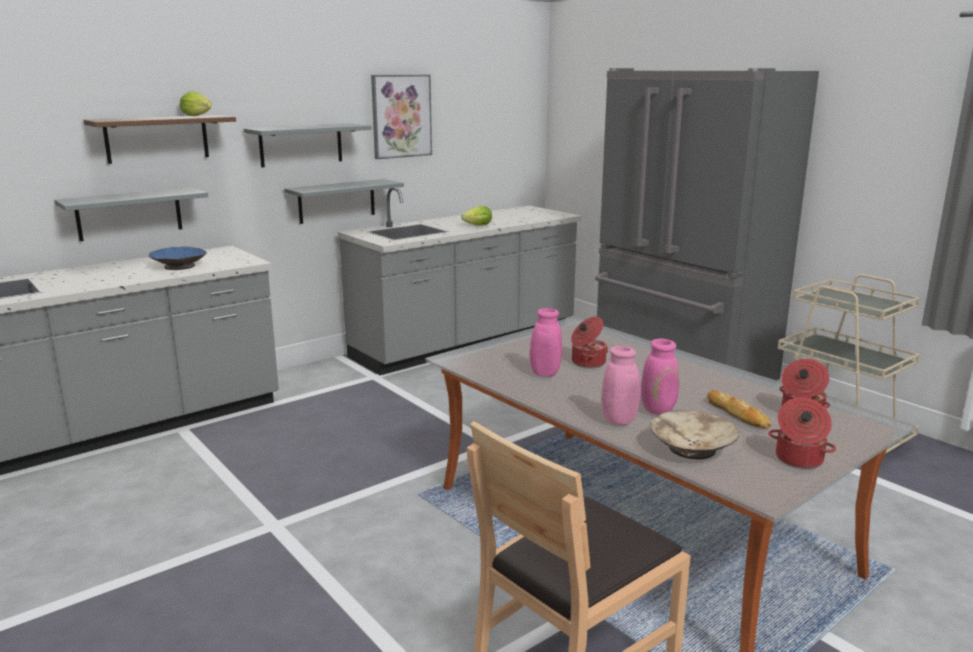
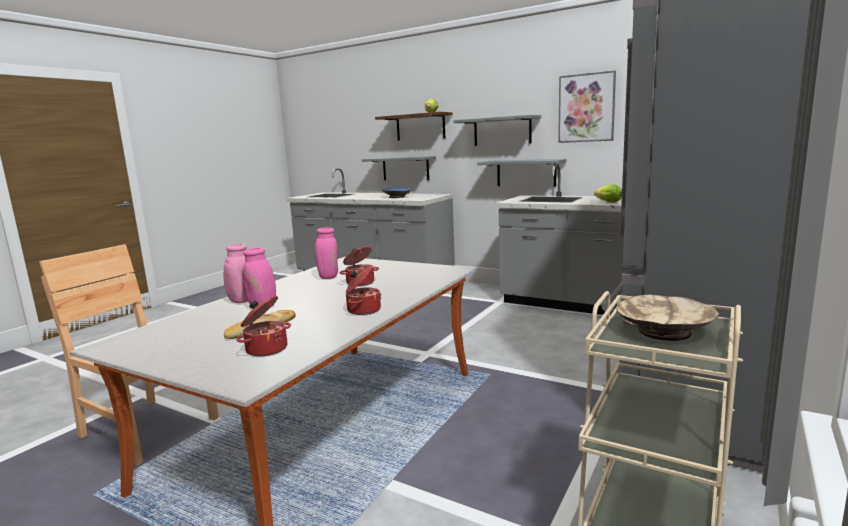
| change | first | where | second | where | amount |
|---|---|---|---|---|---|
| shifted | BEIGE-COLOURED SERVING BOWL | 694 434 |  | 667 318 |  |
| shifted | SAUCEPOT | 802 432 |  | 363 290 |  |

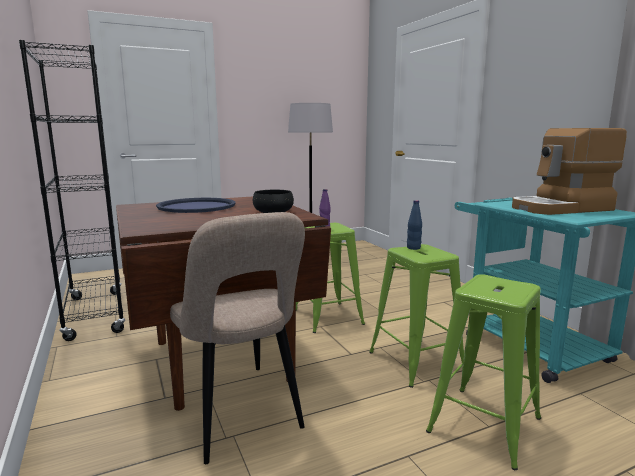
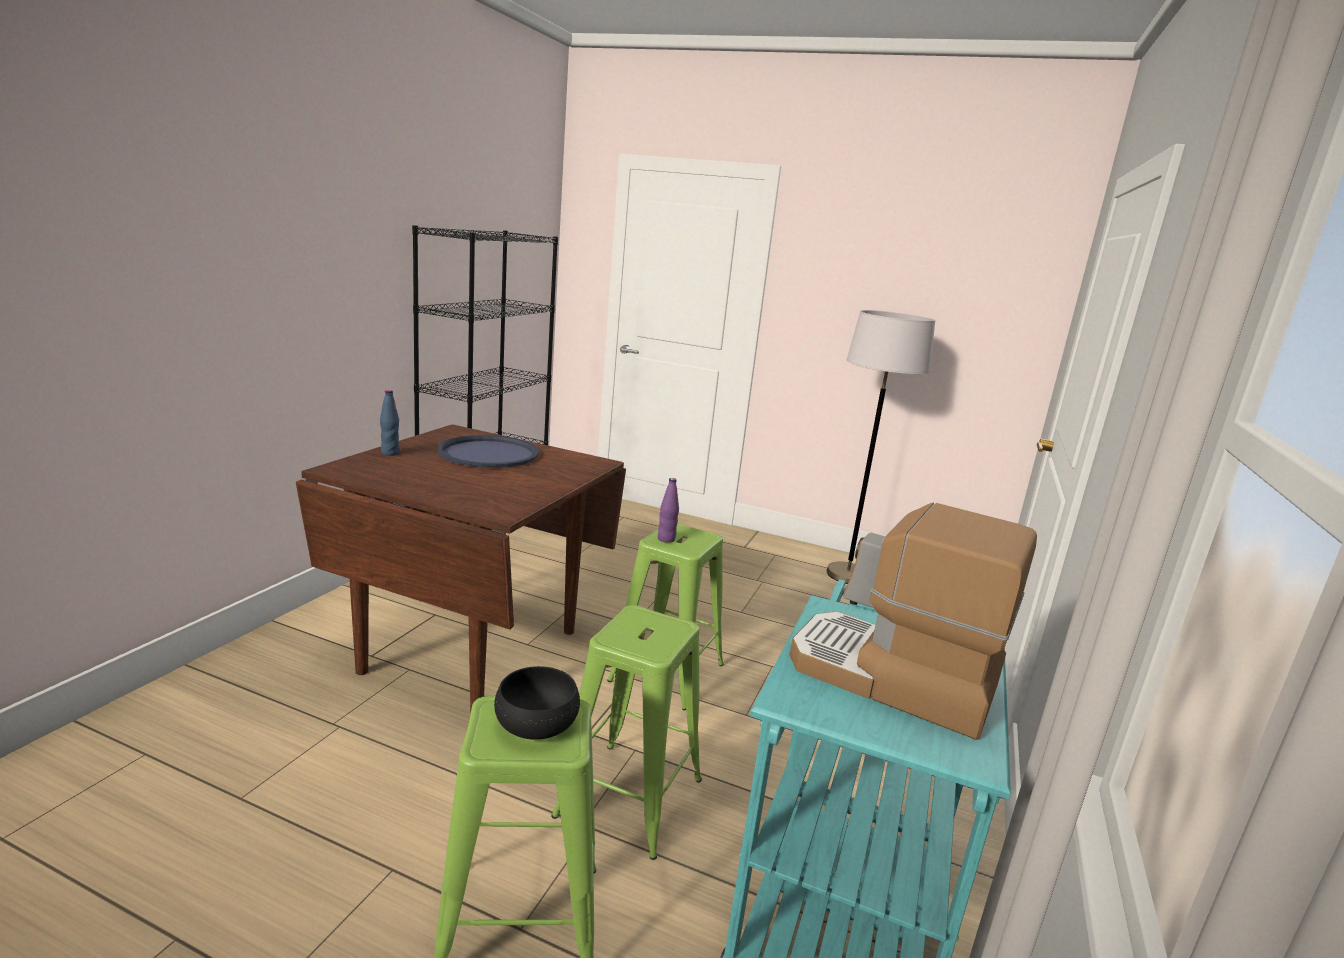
| change | first | where | second | where | amount |
|---|---|---|---|---|---|
| gone | BEIGE-COLOURED PLAIN CHAIR | 237 338 |  |  |  |
| shifted | BLACK SERVING BOWL | 273 201 |  | 537 703 |  |
| shifted | BLUE-COLOURED BOTTLE | 414 225 |  | 390 423 |  |

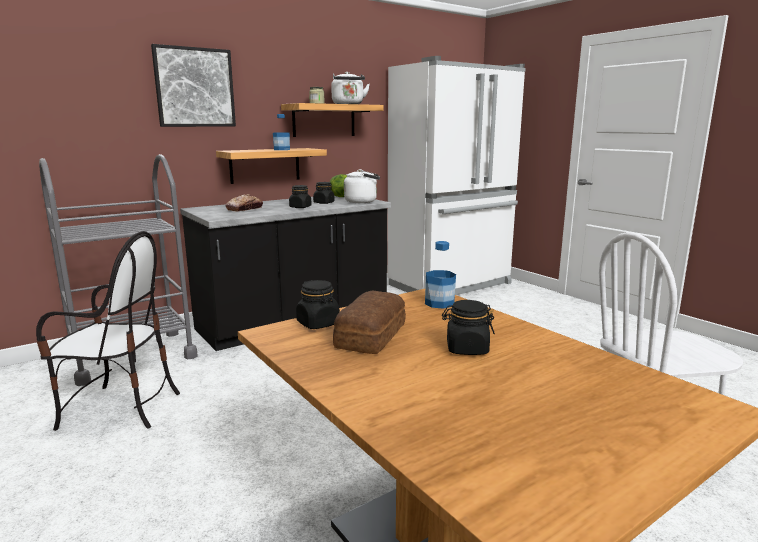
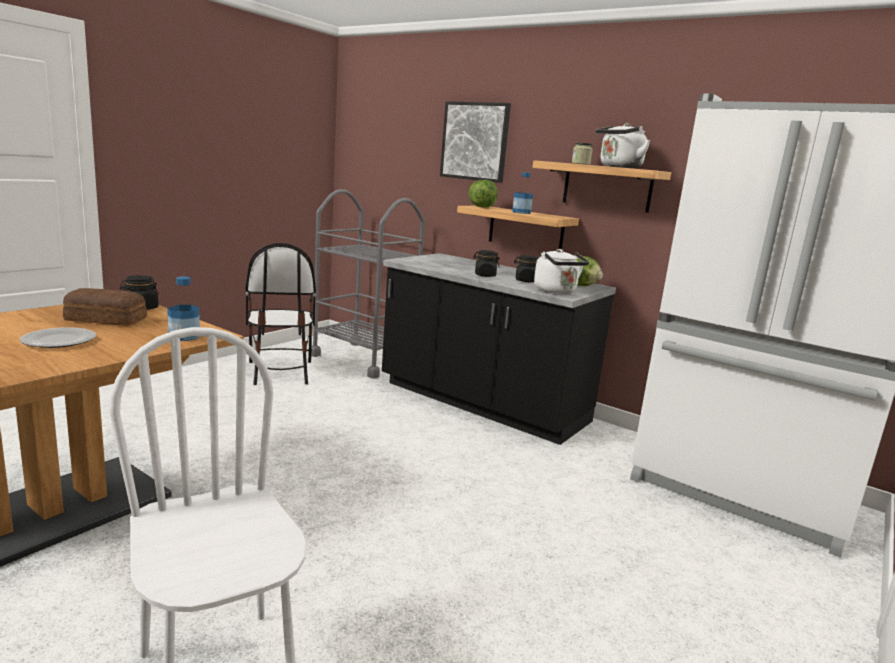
| change | first | where | second | where | amount |
|---|---|---|---|---|---|
| gone | BREAD | 244 203 |  |  |  |
| new |  |  | LETTUCE | 482 194 |  |
| swapped | BLACK PRESERVE JAR | 468 327 | DINNER PLATE | 58 337 |  |

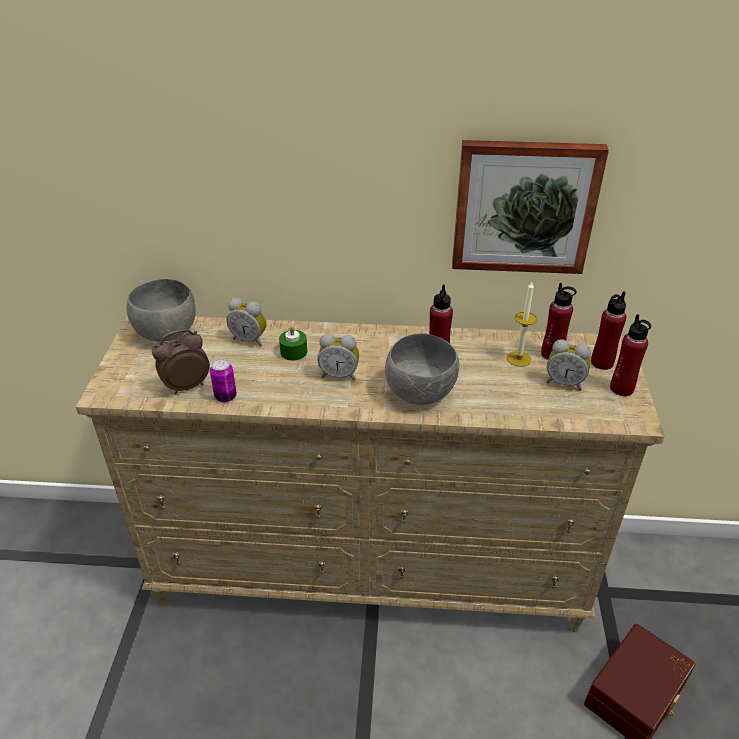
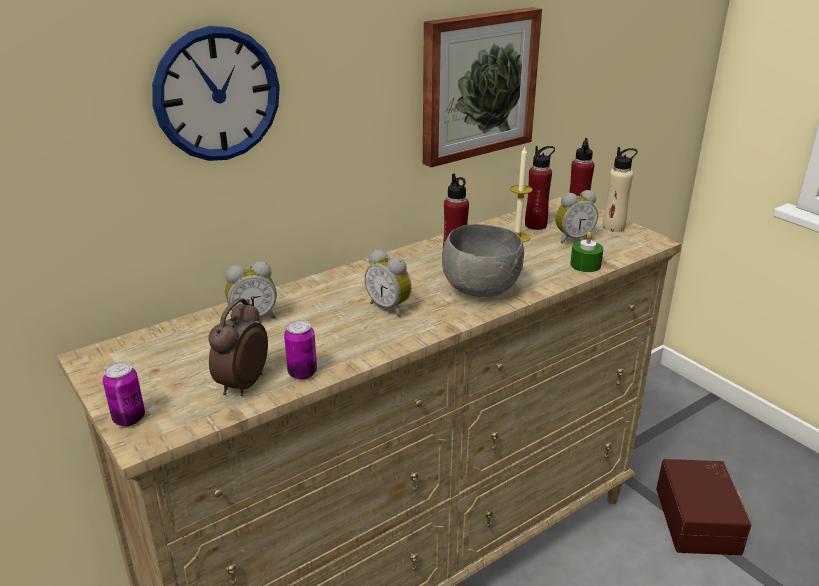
| change | first | where | second | where | amount |
|---|---|---|---|---|---|
| gone | GREYISH SERVING BOWL | 161 310 |  |  |  |
| new |  |  | CAN | 124 394 |  |
| new |  |  | HANGING CLOCK | 216 93 |  |
| shifted | GREEN WAX LIGHT | 293 343 |  | 587 252 |  |
| repainted | RED-COLOURED BOTTLE | 630 355 | BEIGE-COLOURED BOTTLE | 620 189 |  |
| rotated | TABLE CLOCK | 338 357 |  | 388 283 | 75 degrees clockwise |

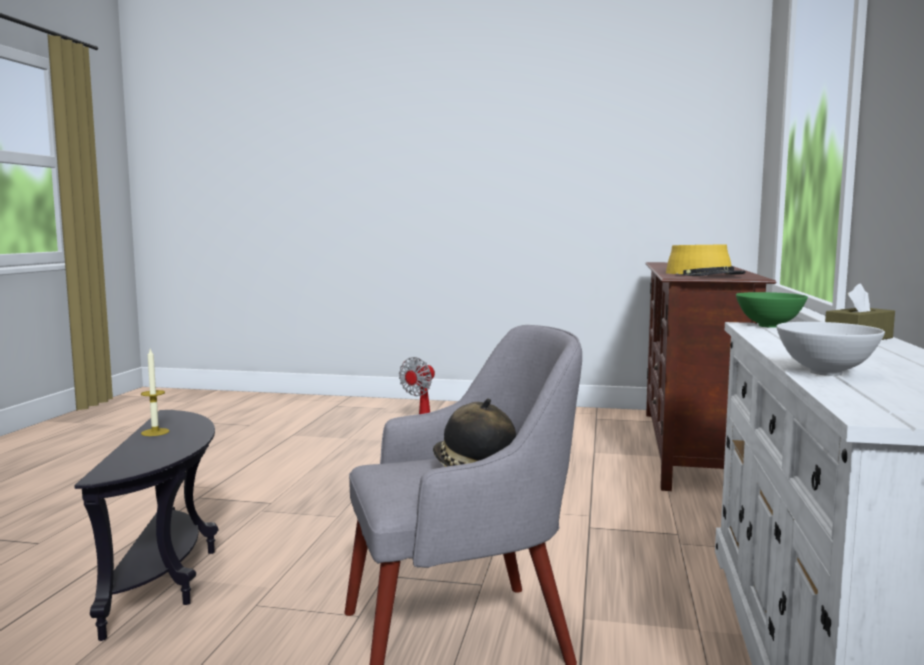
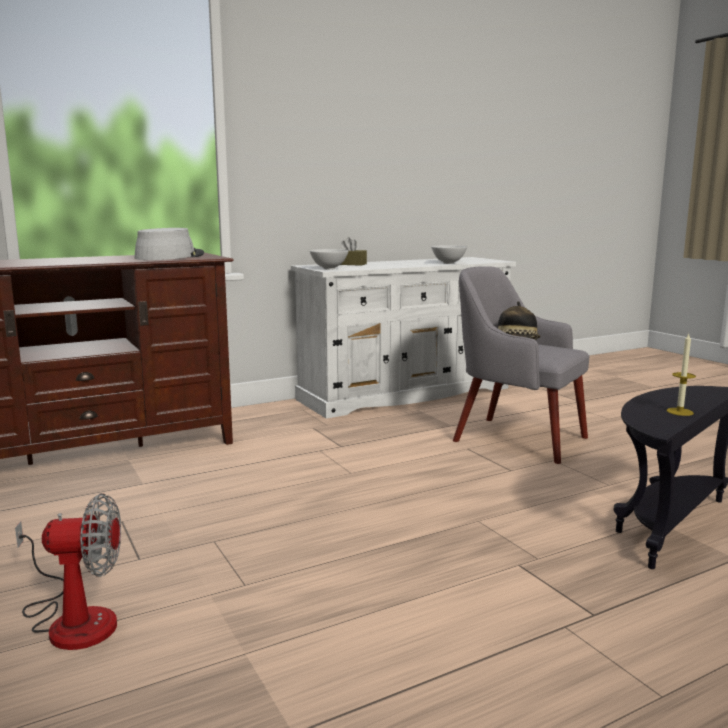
| change | first | where | second | where | amount |
|---|---|---|---|---|---|
| repainted | YELLOWISH HAT | 706 260 | GREYISH HAT | 169 244 |  |
| repainted | GREEN SERVING BOWL | 772 310 | WHITE-COLOURED SERVING BOWL | 329 259 |  |

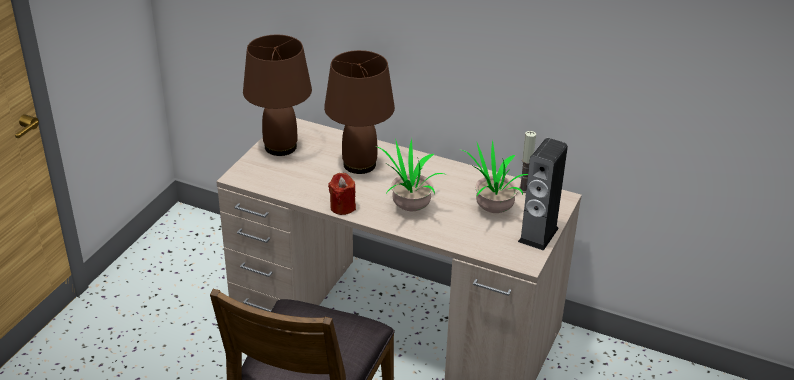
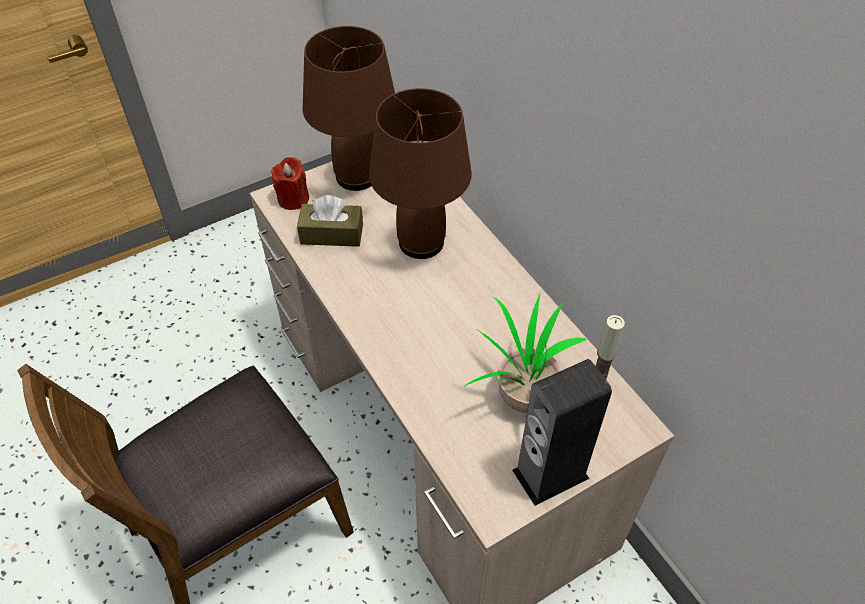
| change | first | where | second | where | amount |
|---|---|---|---|---|---|
| gone | HOUSEPLANT | 408 174 |  |  |  |
| new |  |  | BROWN BOX OF TISSUES | 330 221 |  |
| shifted | RED-COLOURED WAX LIGHT | 342 194 |  | 290 183 |  |

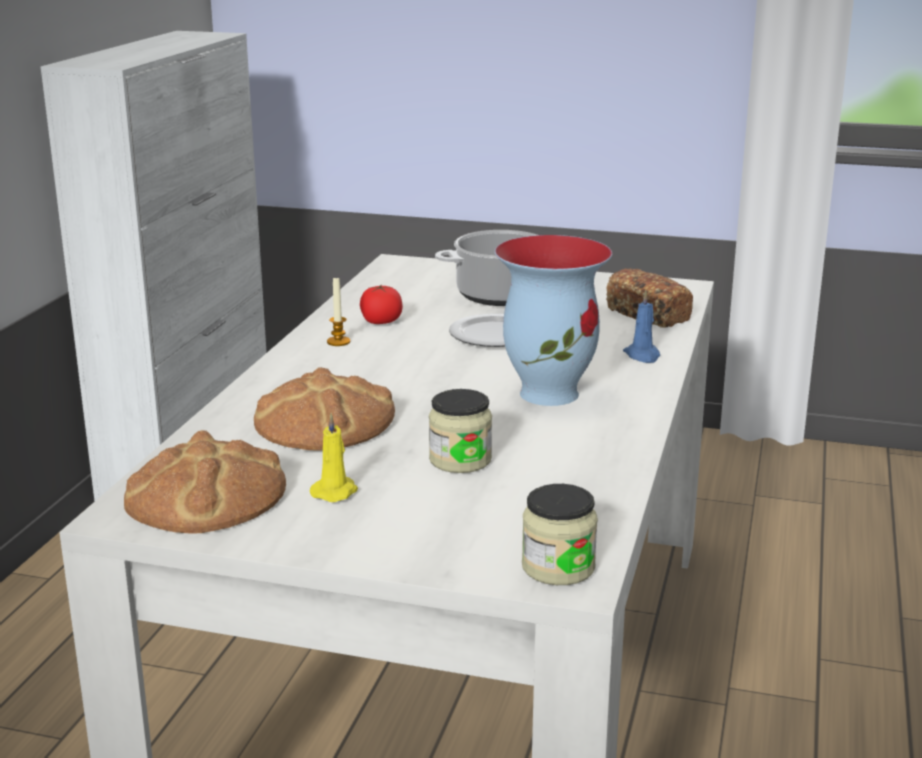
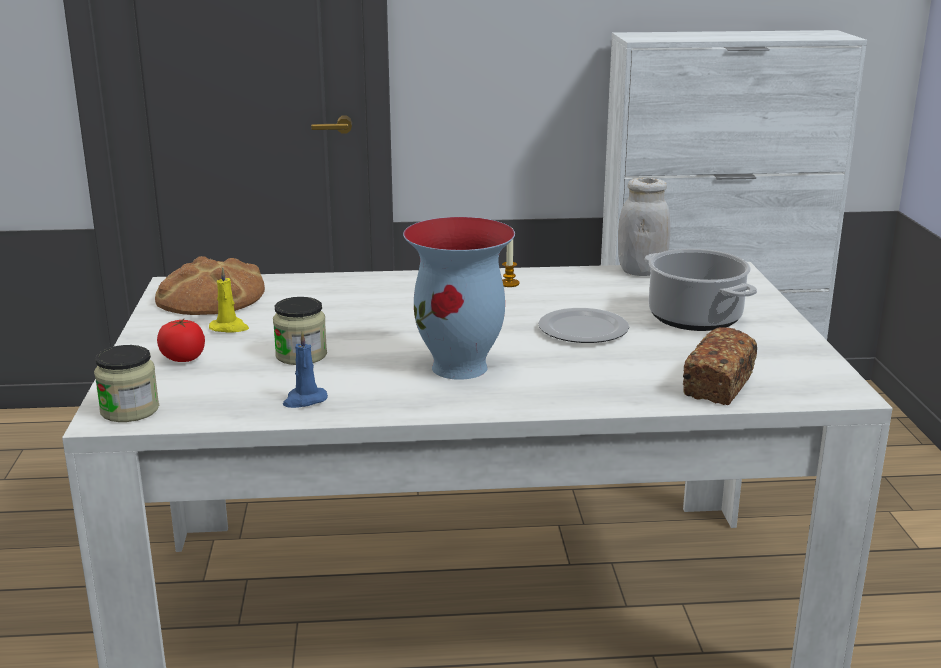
| change | first | where | second | where | amount |
|---|---|---|---|---|---|
| gone | BREAD | 324 409 |  |  |  |
| new |  |  | WHITE-COLOURED PRESERVE JAR | 644 227 |  |
| shifted | WHOLE TOMATO | 381 304 |  | 181 340 |  |
| shifted | BLUE-COLOURED WAX LIGHT | 641 327 |  | 305 369 |  |

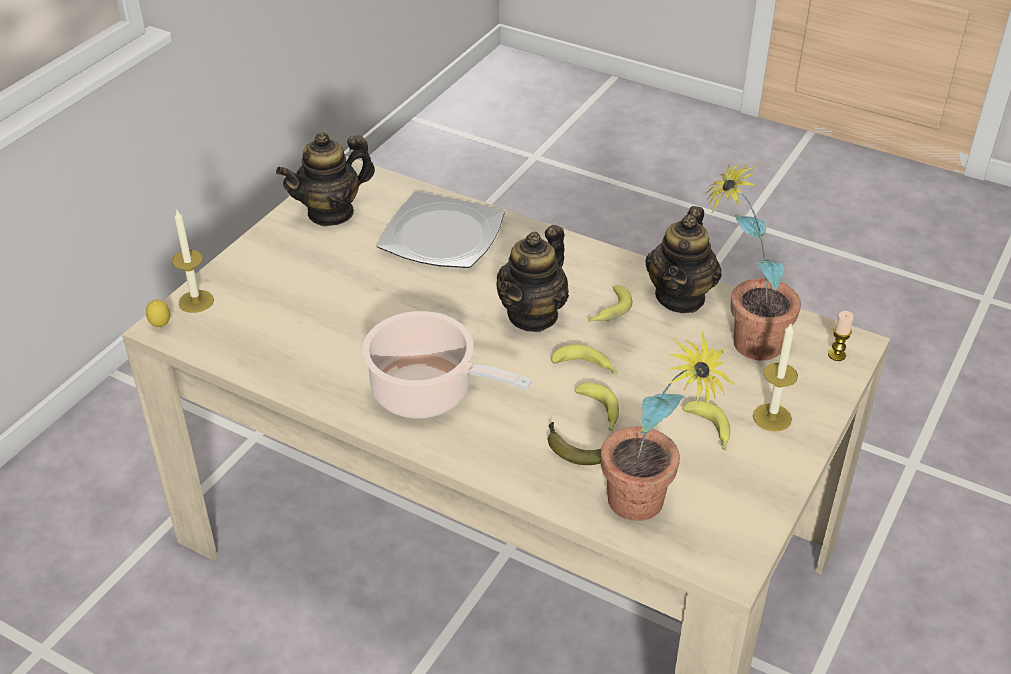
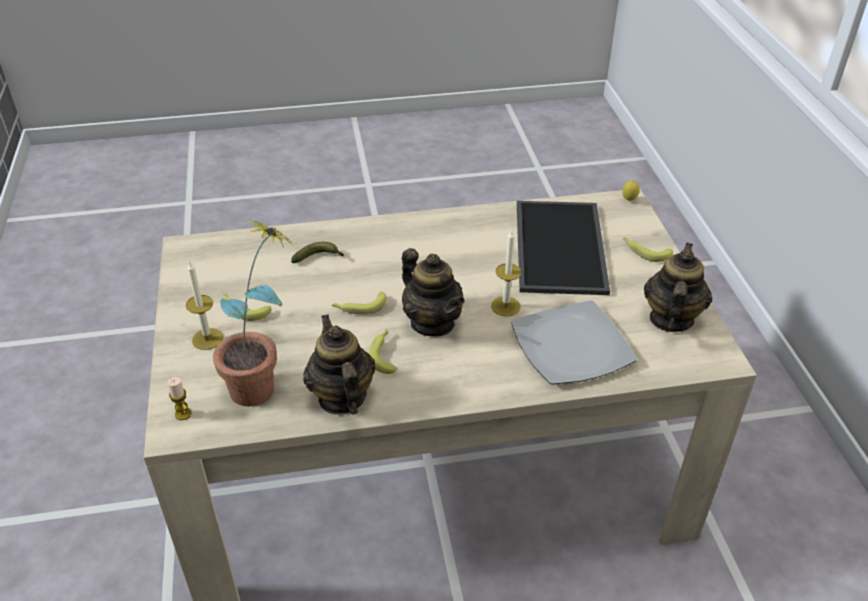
| change | first | where | second | where | amount |
|---|---|---|---|---|---|
| gone | SAUCEPOT | 447 364 |  |  |  |
| gone | HOUSEPLANT | 667 426 |  |  |  |
| new |  |  | CARRYING TRAY | 563 248 |  |
| shifted | WAX LIGHT | 193 261 |  | 506 273 |  |
| shifted | BANANA FRUIT | 596 407 |  | 648 249 |  |
| rotated | TEA POT | 533 278 |  | 433 292 | 150 degrees clockwise |

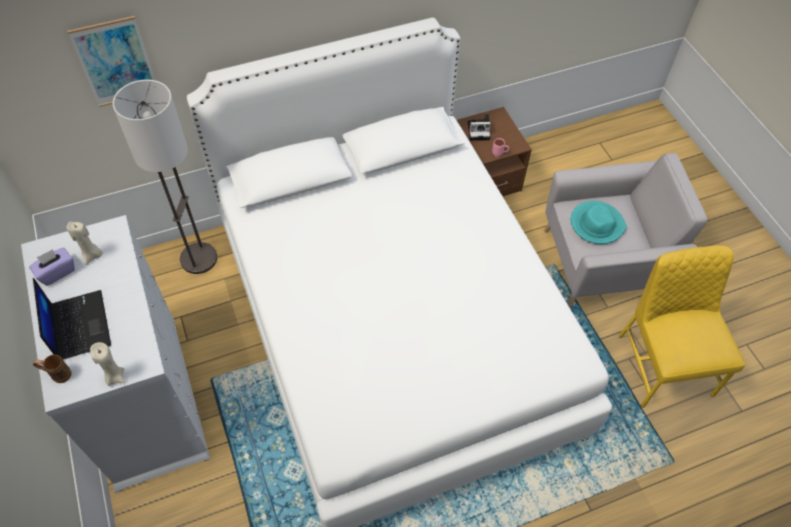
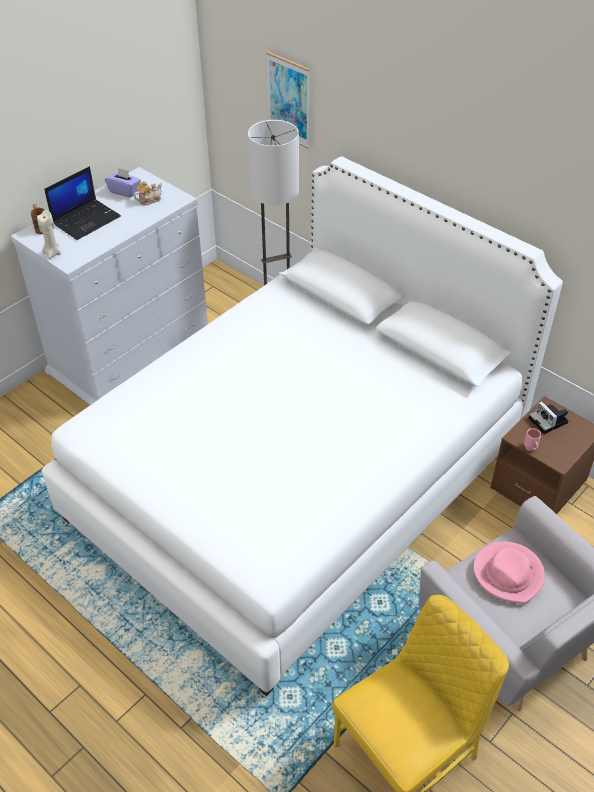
| change | first | where | second | where | amount |
|---|---|---|---|---|---|
| swapped | BEIGE-COLOURED WAX LIGHT | 85 243 | TEA POT | 148 193 |  |
| repainted | TURQUOISE HAT | 599 222 | PINK-COLOURED HAT | 509 573 |  |

